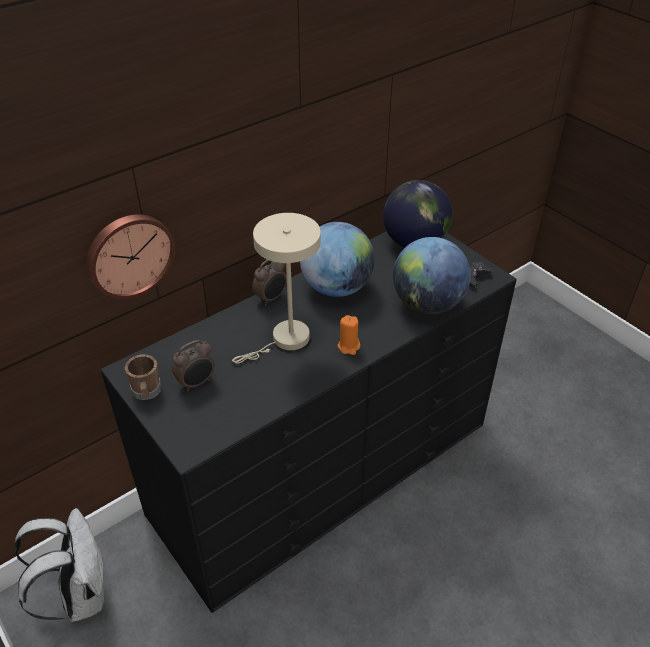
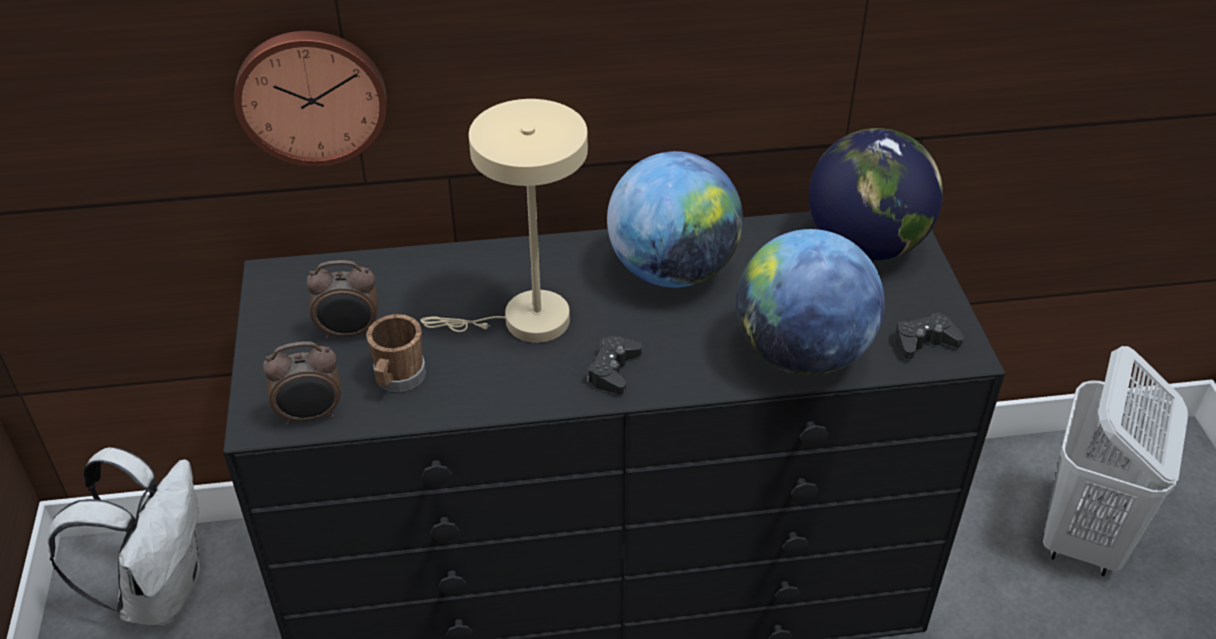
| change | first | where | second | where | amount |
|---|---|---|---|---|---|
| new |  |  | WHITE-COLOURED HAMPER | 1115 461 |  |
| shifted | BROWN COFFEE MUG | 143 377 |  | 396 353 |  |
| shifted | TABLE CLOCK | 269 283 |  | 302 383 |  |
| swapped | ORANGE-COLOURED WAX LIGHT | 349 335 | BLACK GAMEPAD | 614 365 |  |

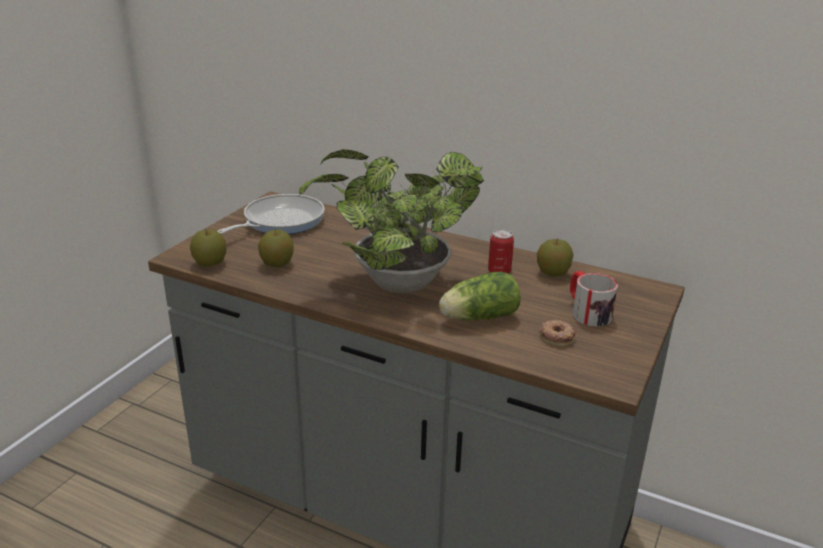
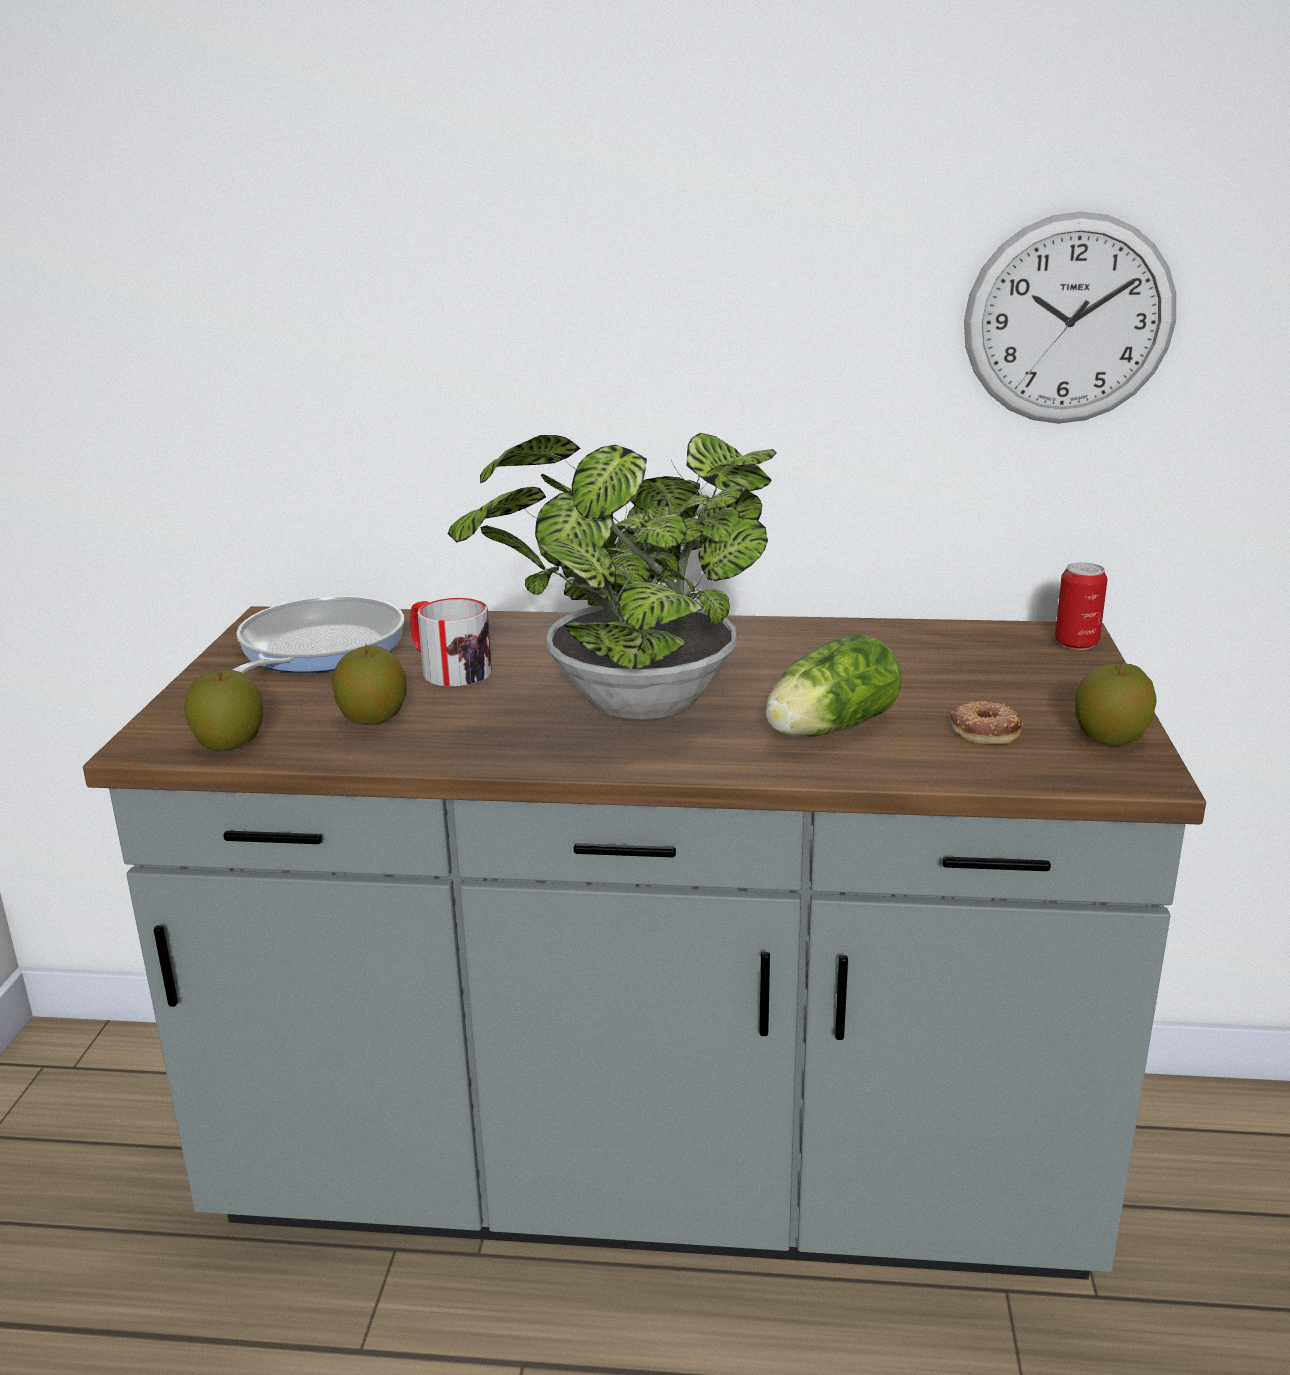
| change | first | where | second | where | amount |
|---|---|---|---|---|---|
| new |  |  | HANGING CLOCK | 1070 317 |  |
| shifted | CAN | 501 251 |  | 1081 606 |  |
| shifted | APPLE | 555 257 |  | 1116 703 |  |
| shifted | COFFEE MUG | 594 298 |  | 451 642 |  |

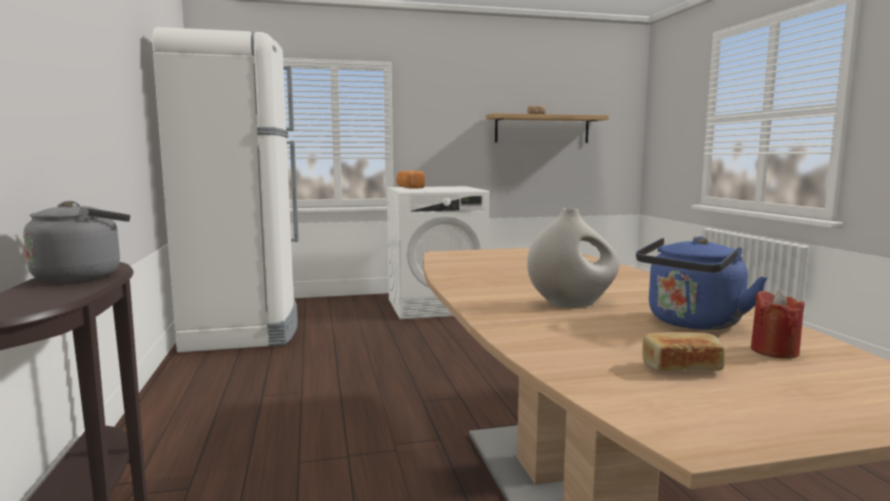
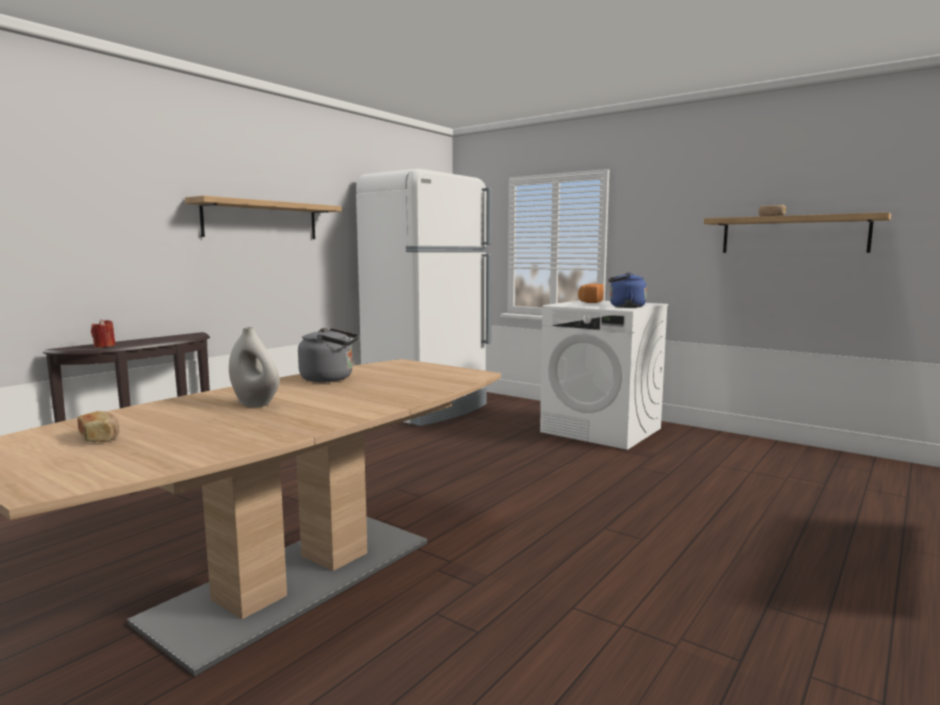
| change | first | where | second | where | amount |
|---|---|---|---|---|---|
| new |  |  | WALL SHELF | 263 217 |  |
| shifted | GREYISH KETTLE | 76 241 |  | 328 355 |  |
| shifted | BLUE-COLOURED KETTLE | 701 283 |  | 627 290 |  |
| shifted | RED-COLOURED WAX LIGHT | 777 324 |  | 103 333 |  |

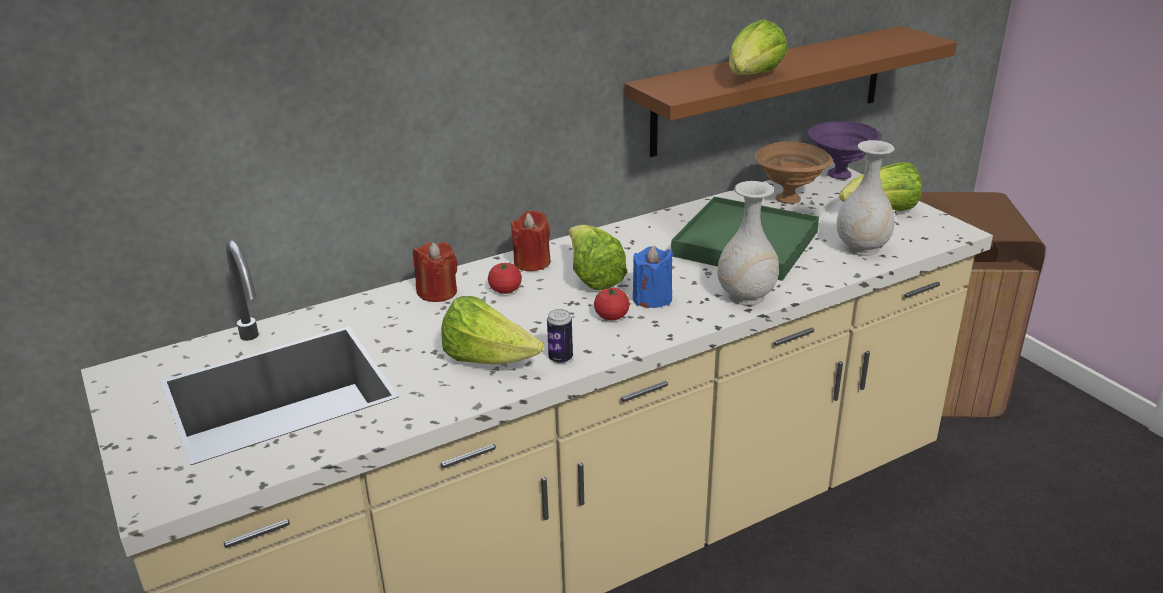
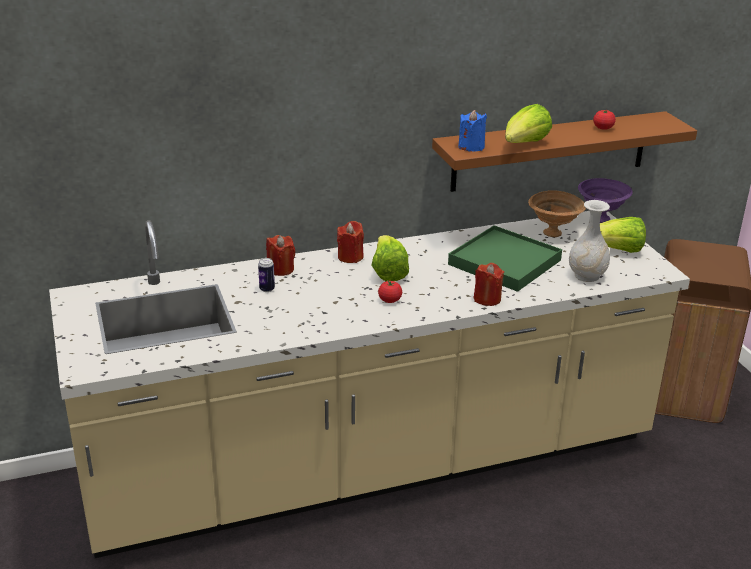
| change | first | where | second | where | amount |
|---|---|---|---|---|---|
| gone | LETTUCE | 492 330 |  |  |  |
| shifted | WHOLE TOMATO | 505 278 |  | 604 120 |  |
| shifted | CAN | 560 336 |  | 266 275 |  |
| shifted | BLUE-COLOURED WAX LIGHT | 653 277 |  | 472 131 |  |
| swapped | WHITE-COLOURED DECORATIVE VASE | 748 243 | RED-COLOURED WAX LIGHT | 489 284 |  |

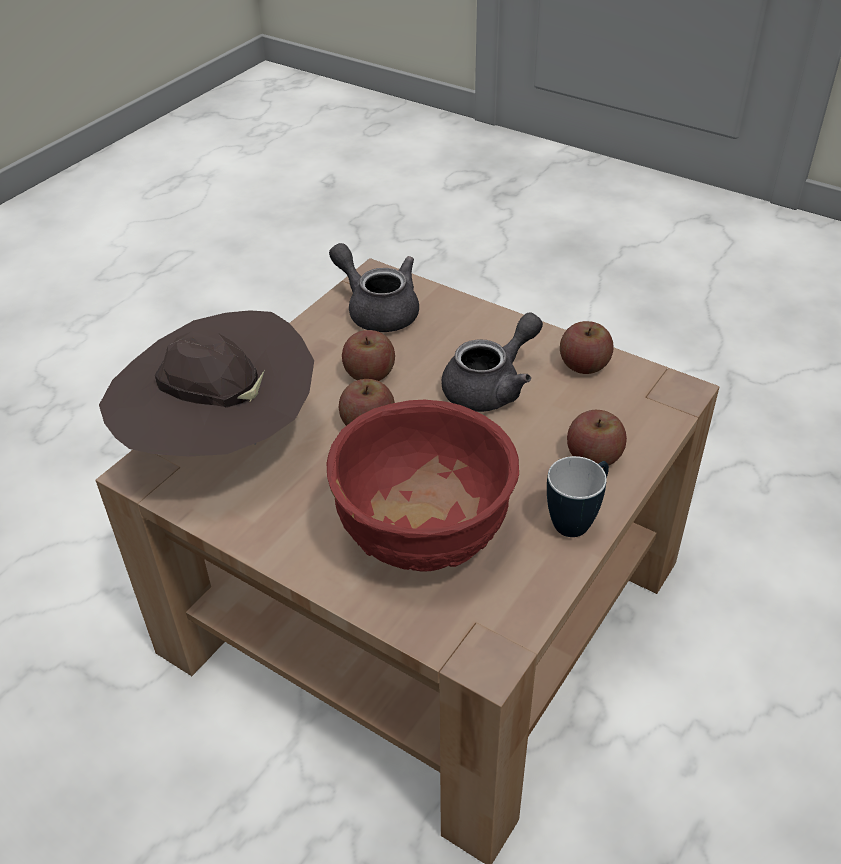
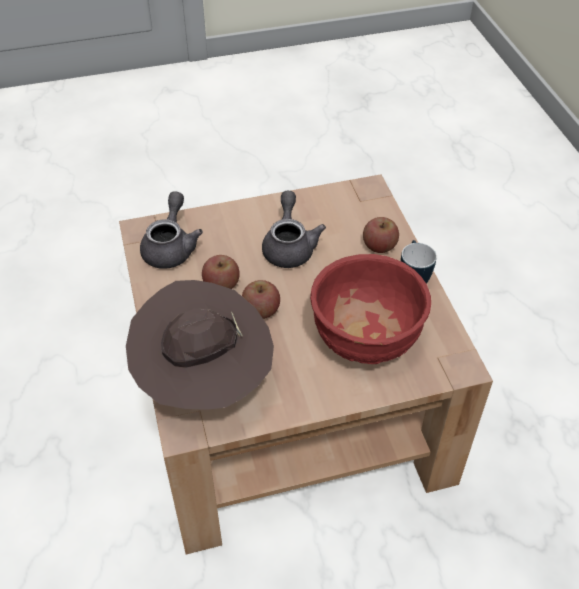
| change | first | where | second | where | amount |
|---|---|---|---|---|---|
| gone | APPLE | 586 347 |  |  |  |
| rotated | GREYISH TEA POT | 374 287 |  | 171 230 | 105 degrees clockwise |

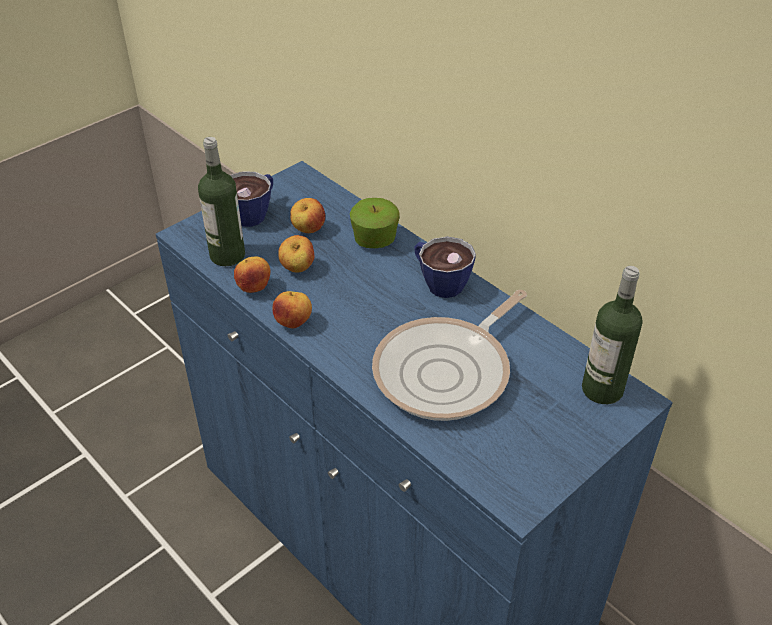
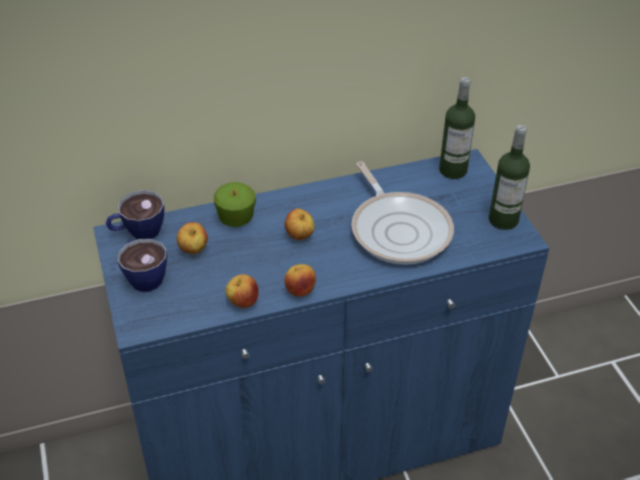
| change | first | where | second | where | amount |
|---|---|---|---|---|---|
| shifted | BOTTLE | 221 201 |  | 509 177 |  |
| shifted | APPLE | 296 254 |  | 299 224 |  |
| shifted | CUP | 445 267 |  | 135 214 |  |

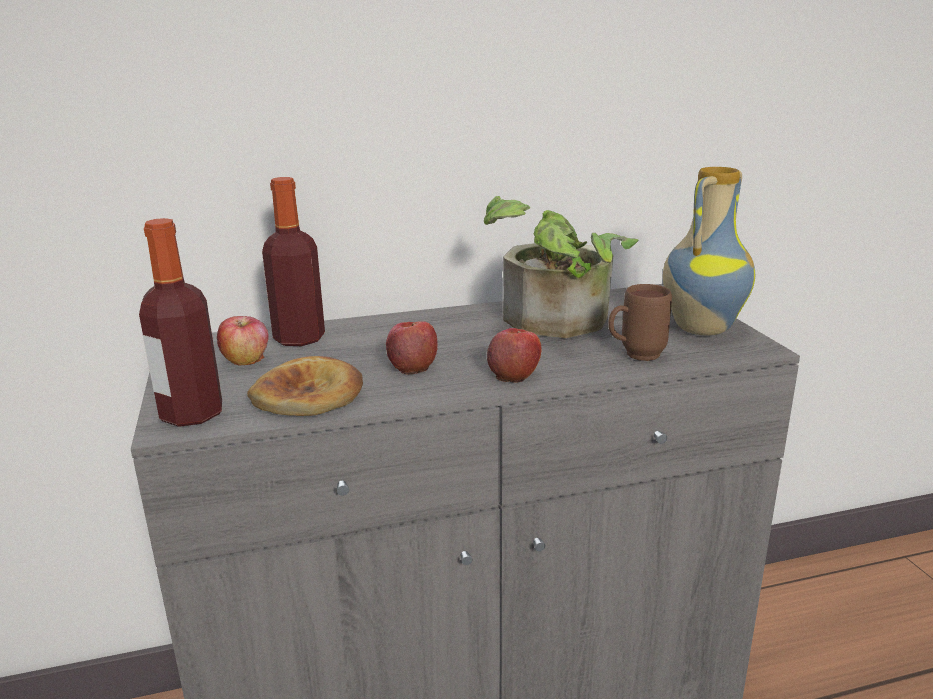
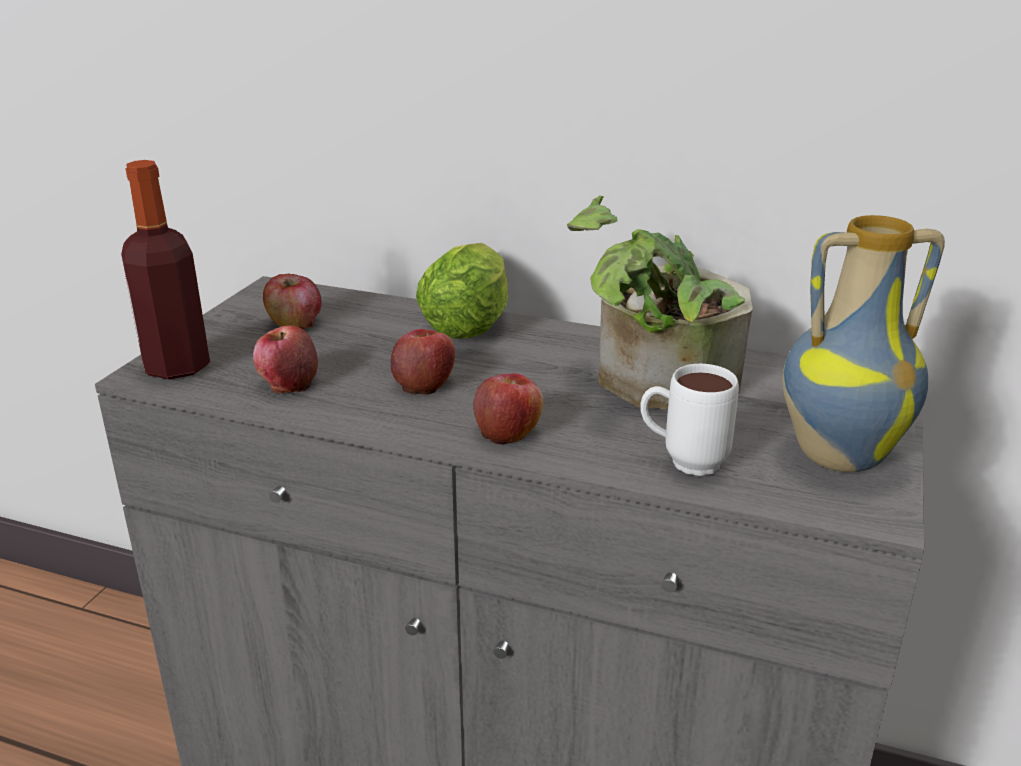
| change | first | where | second | where | amount |
|---|---|---|---|---|---|
| gone | BOTTLE | 293 261 |  |  |  |
| new |  |  | LETTUCE | 462 291 |  |
| swapped | BREAD | 305 386 | APPLE | 285 359 |  |
| repainted | BROWN COFFEE MUG | 640 322 | WHITE-COLOURED COFFEE MUG | 689 420 |  |

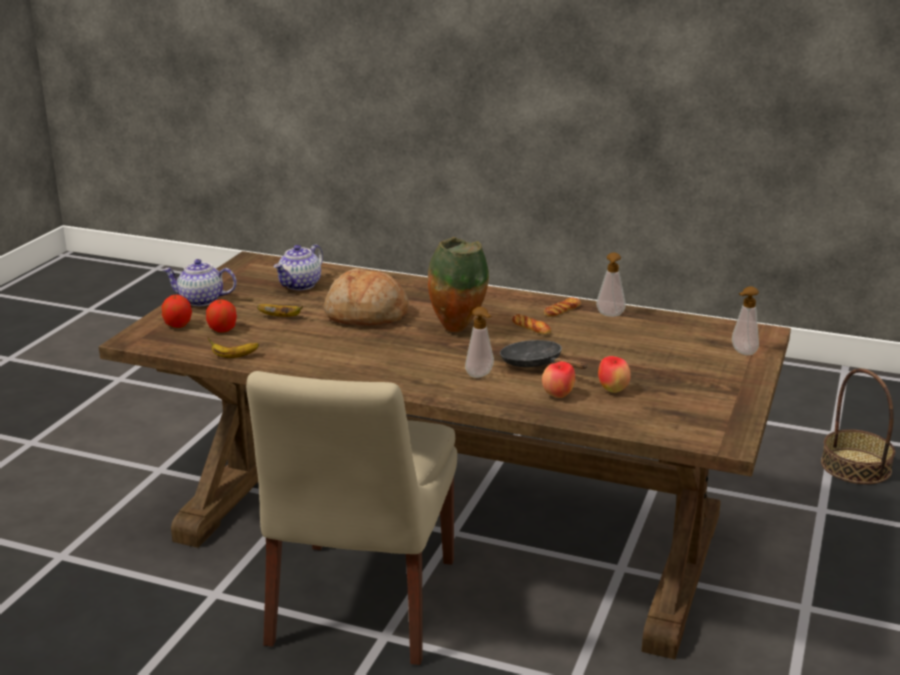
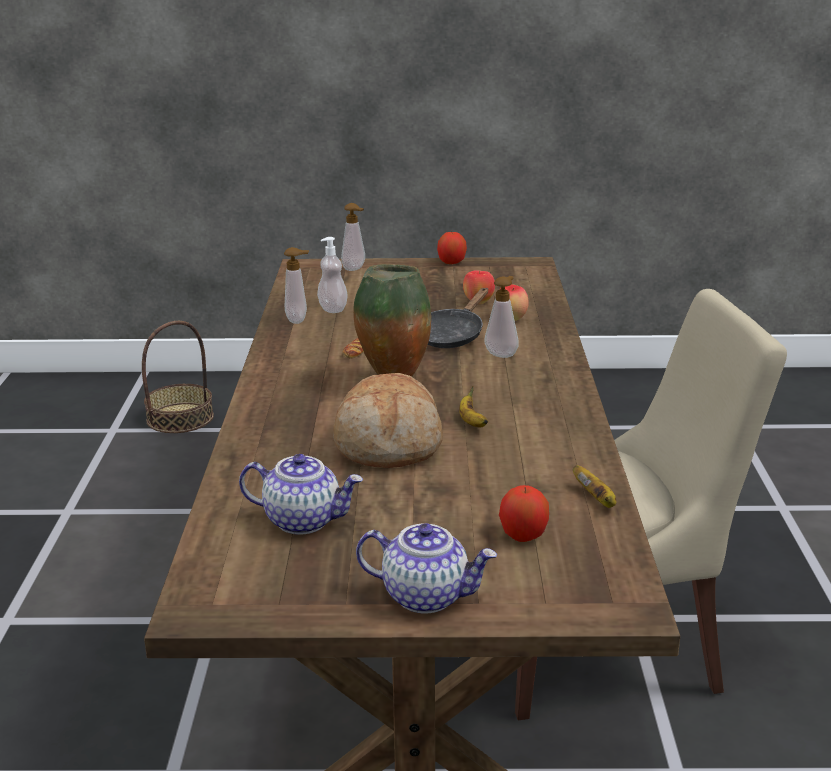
| change | first | where | second | where | amount |
|---|---|---|---|---|---|
| gone | BREAD | 562 307 |  |  |  |
| new |  |  | SOAP DISPENSER | 332 275 |  |
| shifted | APPLE | 177 311 |  | 452 248 |  |
| shifted | BANANA FRUIT | 280 310 |  | 474 406 |  |
| rotated | TEA POT | 200 282 |  | 426 568 | 60 degrees counterclockwise |

